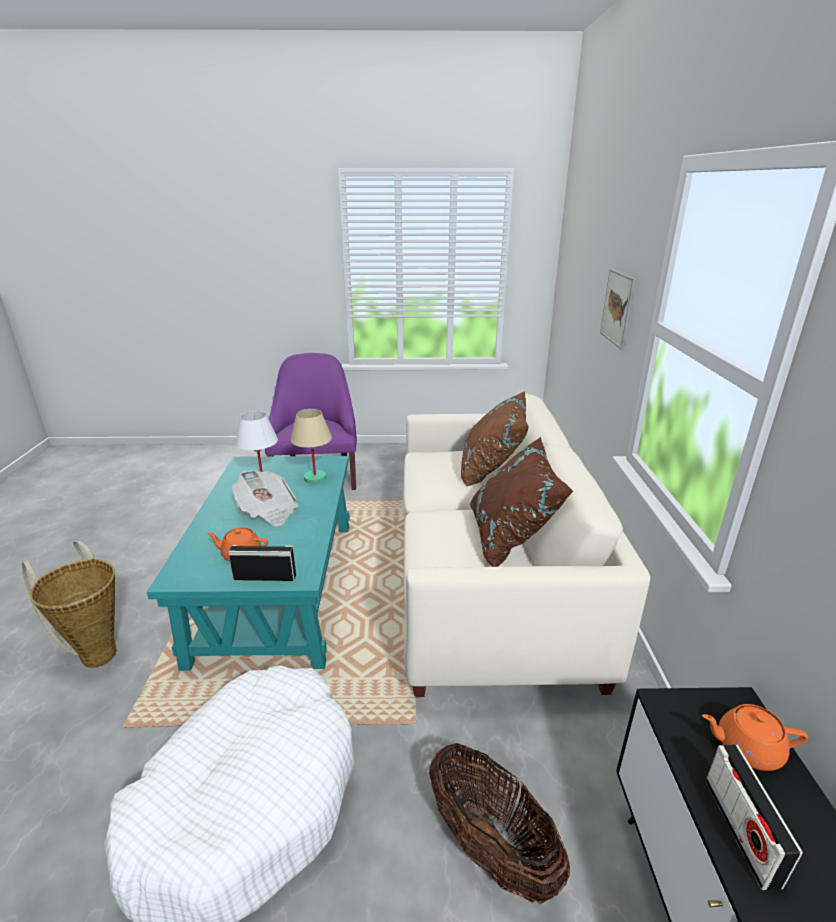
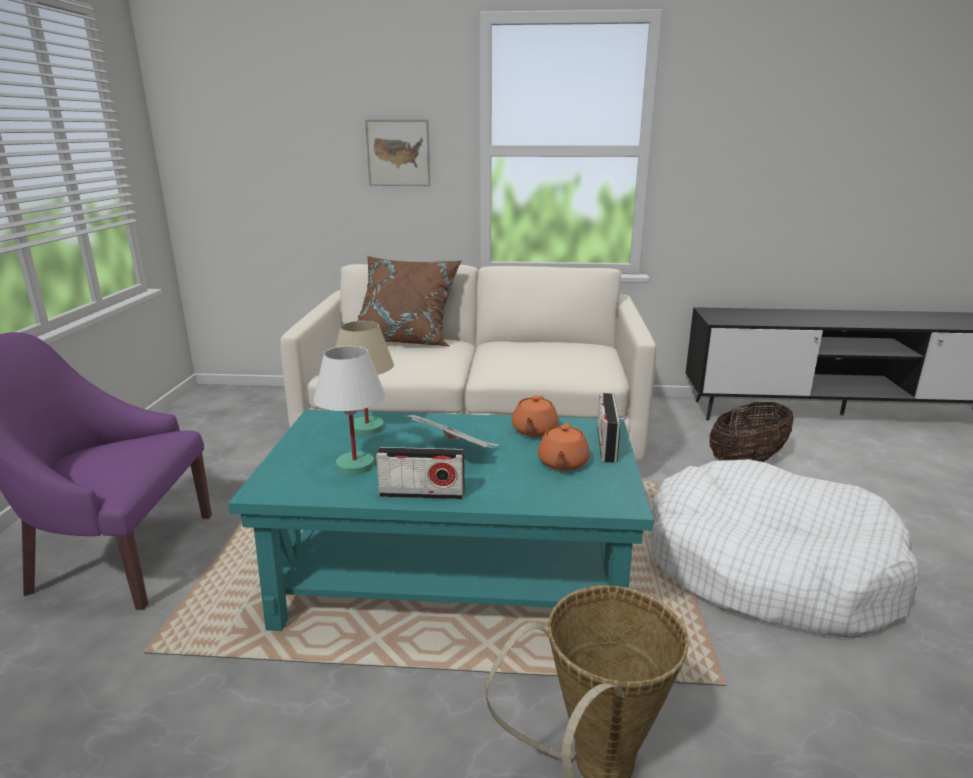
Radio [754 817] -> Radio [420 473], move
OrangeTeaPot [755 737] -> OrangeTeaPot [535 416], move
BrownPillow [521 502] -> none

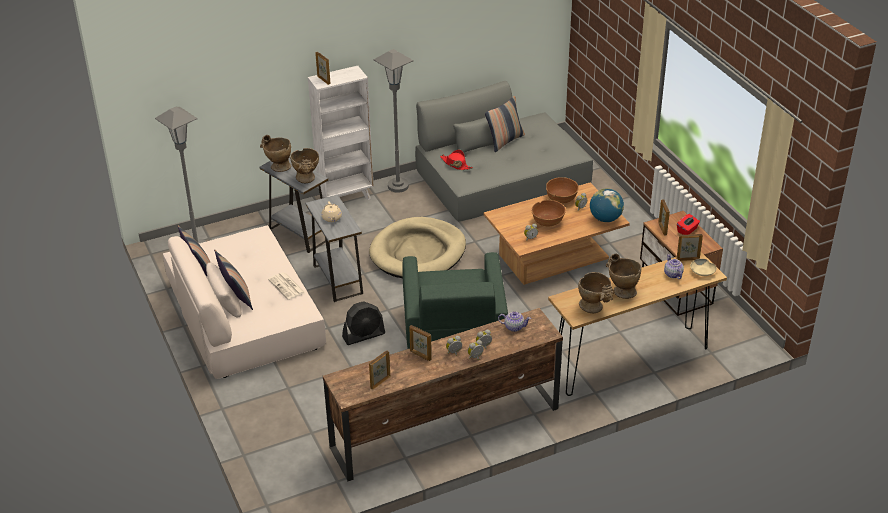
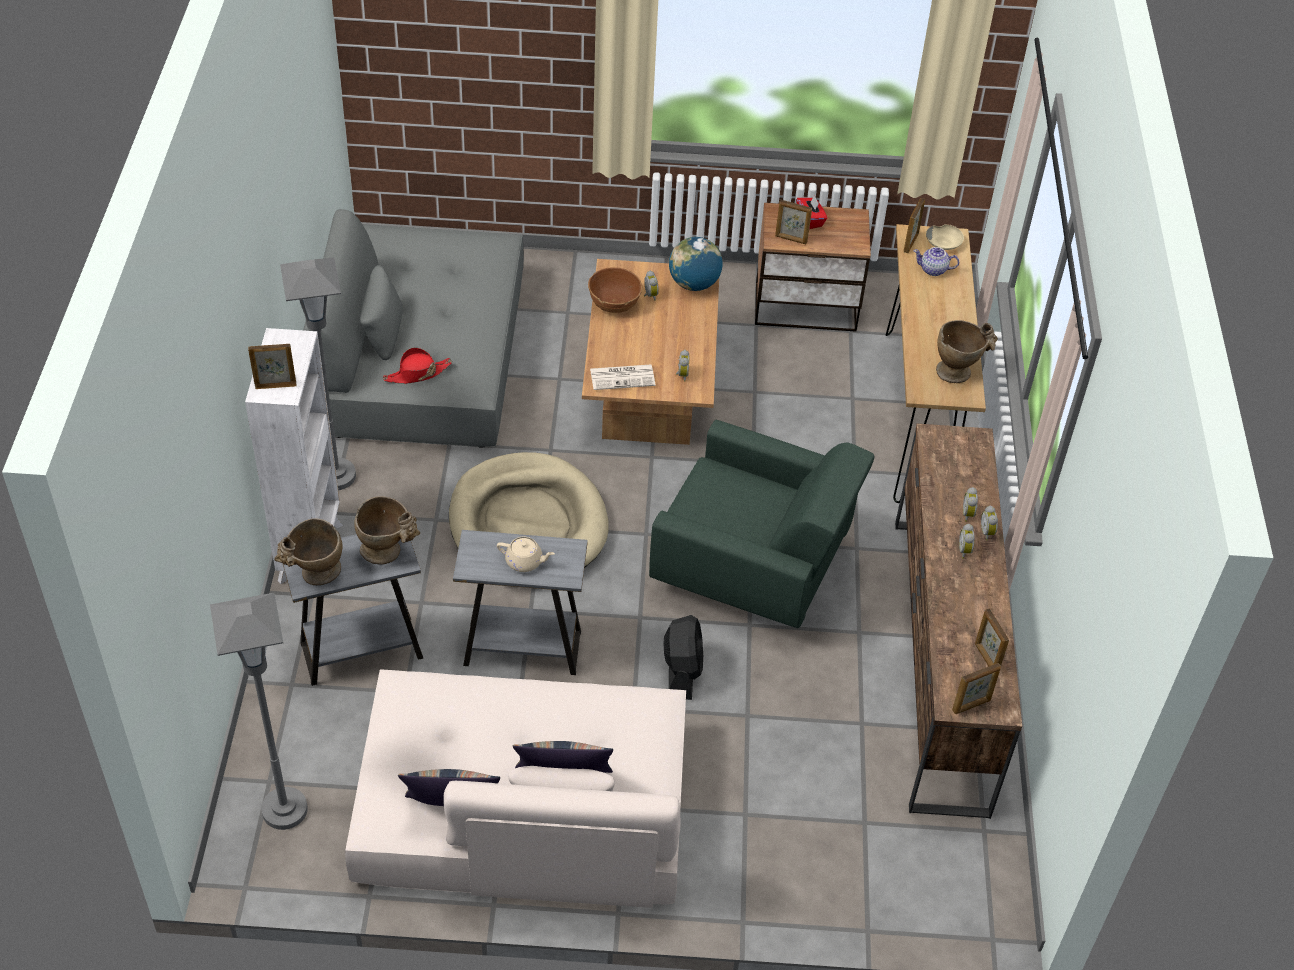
PrintedPaper [286 286] -> PrintedPaper [622 377], move
PhotoFrame [420 343] -> PhotoFrame [976 688], move
Pillow [505 124] -> none
TeaPot [514 321] -> none
BrownServingBowl [549 213] -> none
BeigeFlowerVase [623 276] -> none

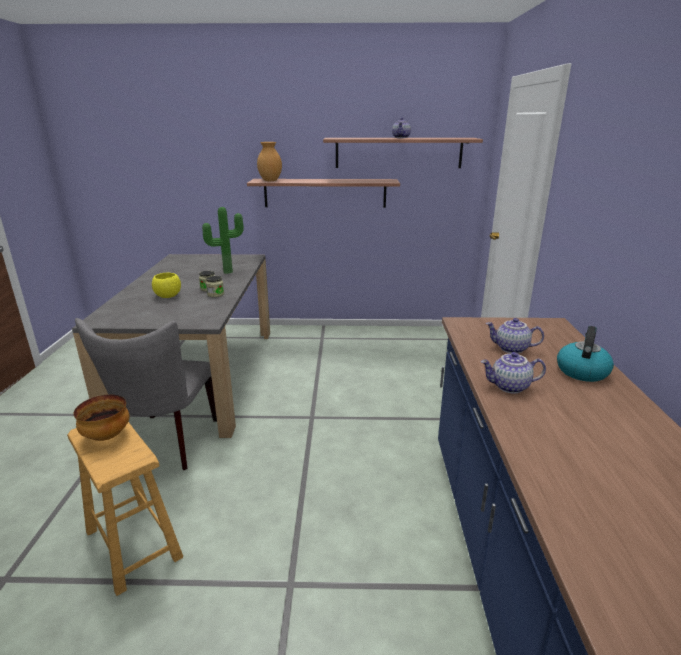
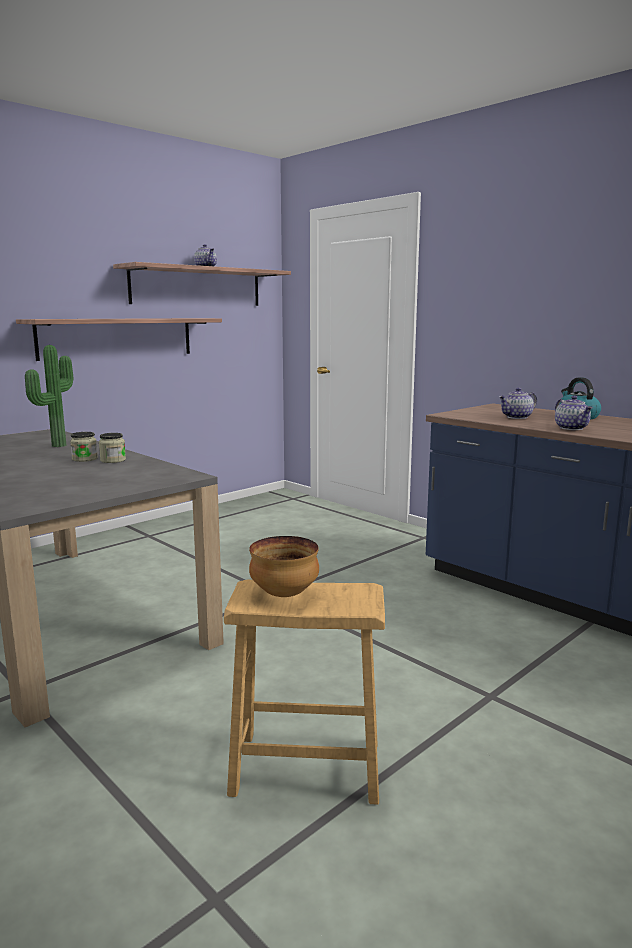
TeaPot [513 373] -> TeaPot [574 413], 60 degrees counterclockwise
GreyishPlainChair [146 394] -> none
YellowishServingBowl [166 285] -> none
BrownFlowerVase [269 161] -> none

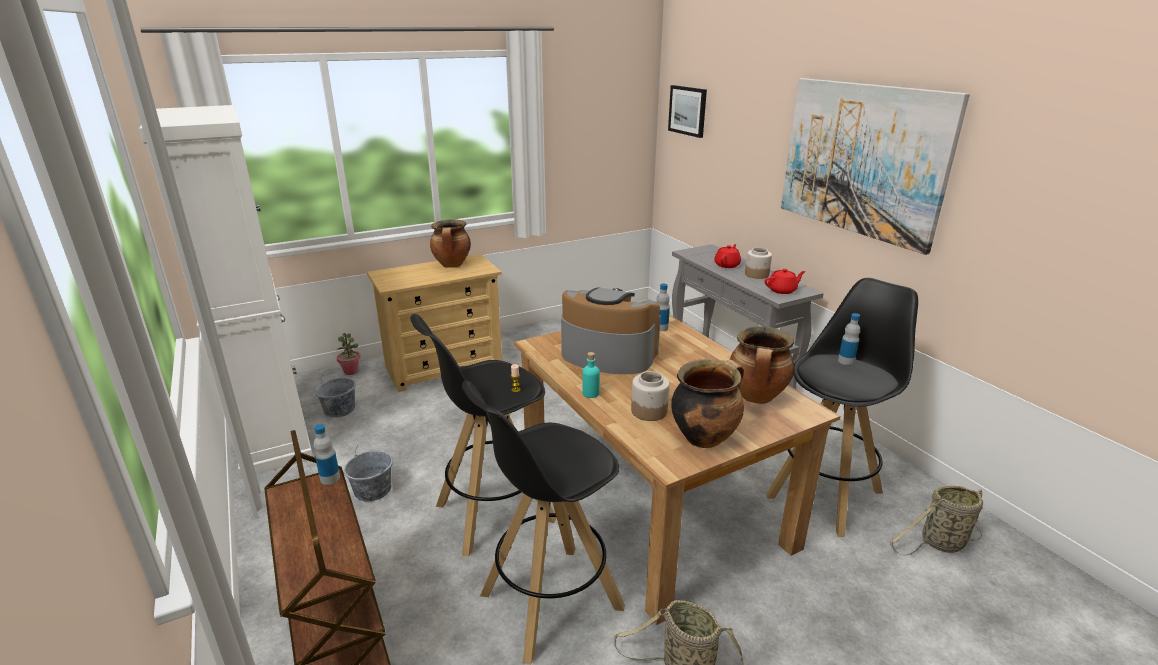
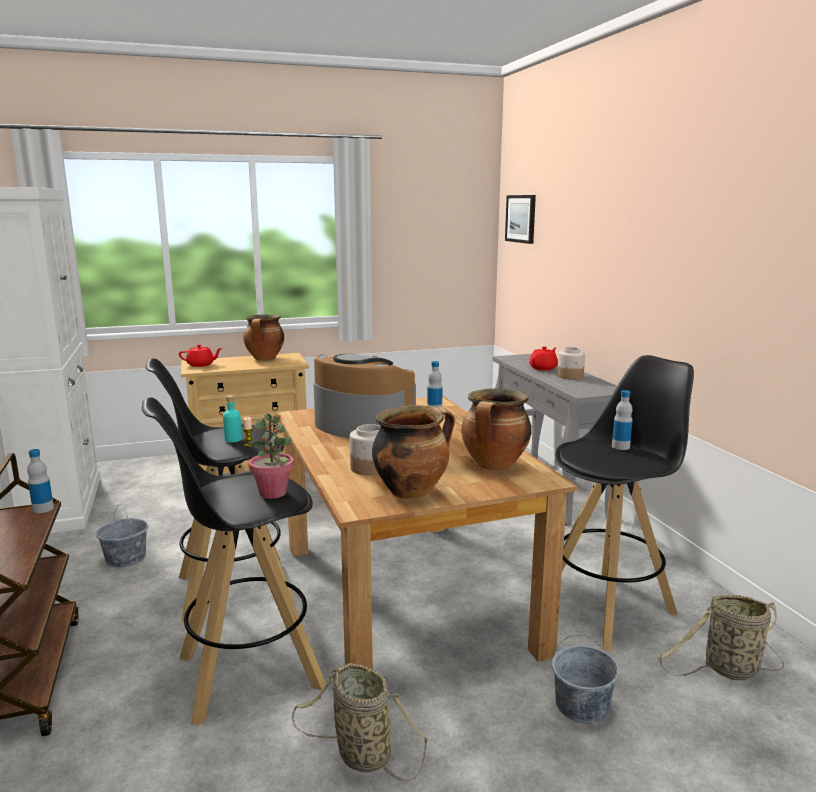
ReddishTeaPot [785 281] -> ReddishTeaPot [201 355], move
TurquoiseColouredBeverageBottle [591 375] -> TurquoiseColouredBeverageBottle [232 418], move
Houseplant [348 354] -> Houseplant [271 456], move
GreyishBucket [335 394] -> GreyishBucket [585 679], move
WallArt [875 166] -> none

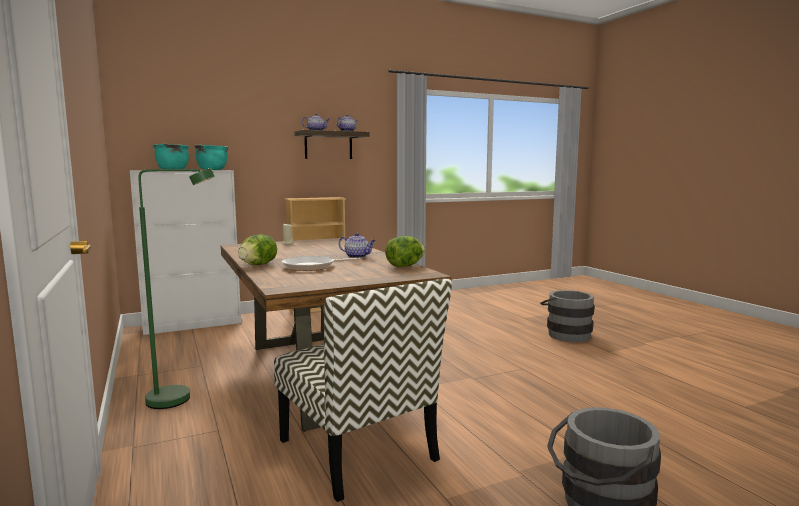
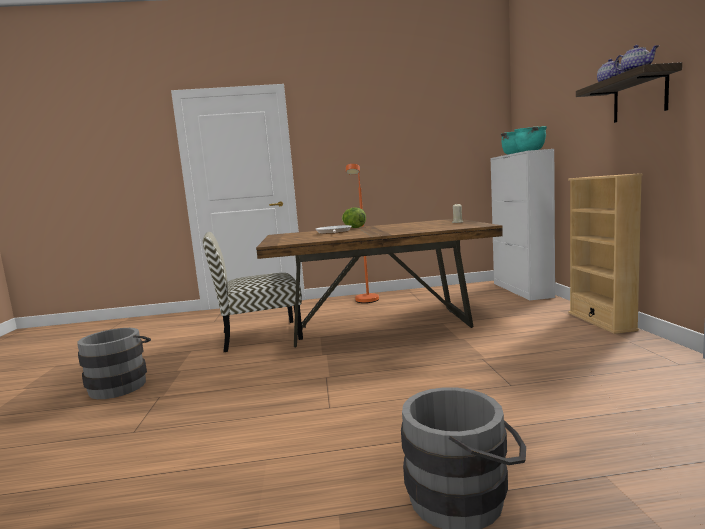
GreenishStandingLamp [177 288] -> OrangeStandingLamp [362 233]
TeaPot [357 245] -> none
HeadOfLettuce [405 251] -> none

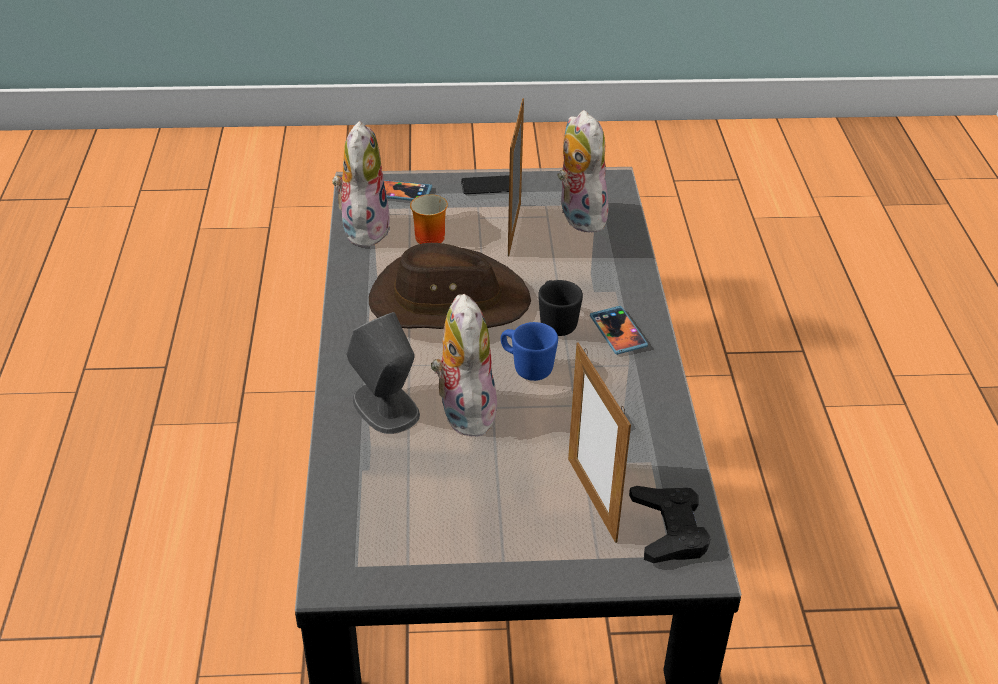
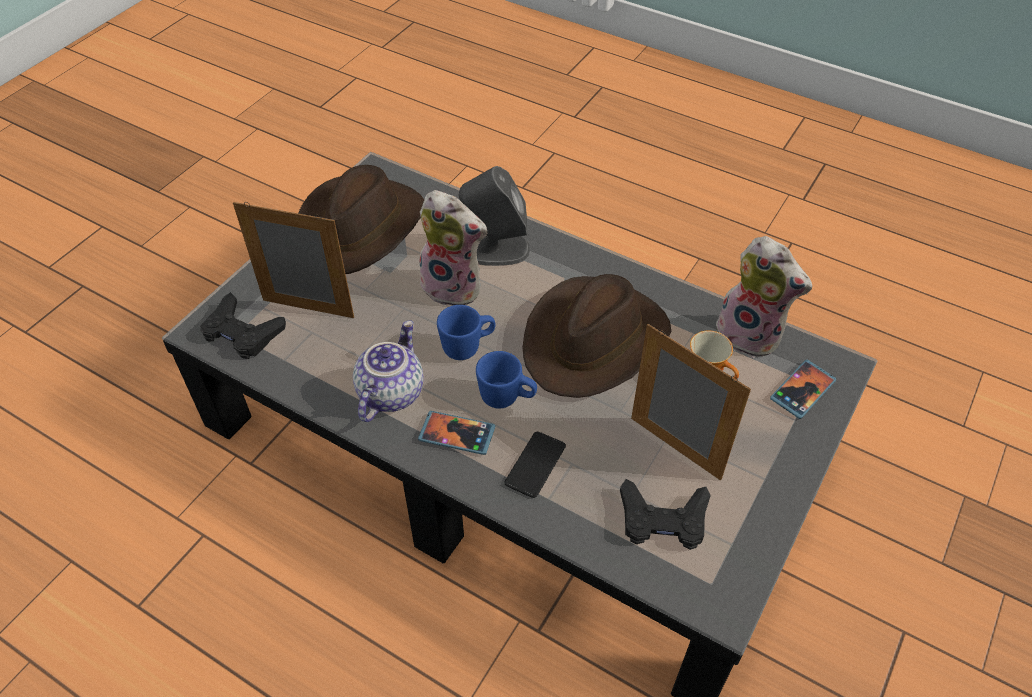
none -> BrownClothingHat [361 219]
none -> TeaPot [388 371]
BlackishCoffeeMug [560 308] -> BlueCoffeeMug [506 380]
Handset [485 184] -> Handset [535 465], move
CuddlyToy [583 171] -> BlackishGamepad [665 514]

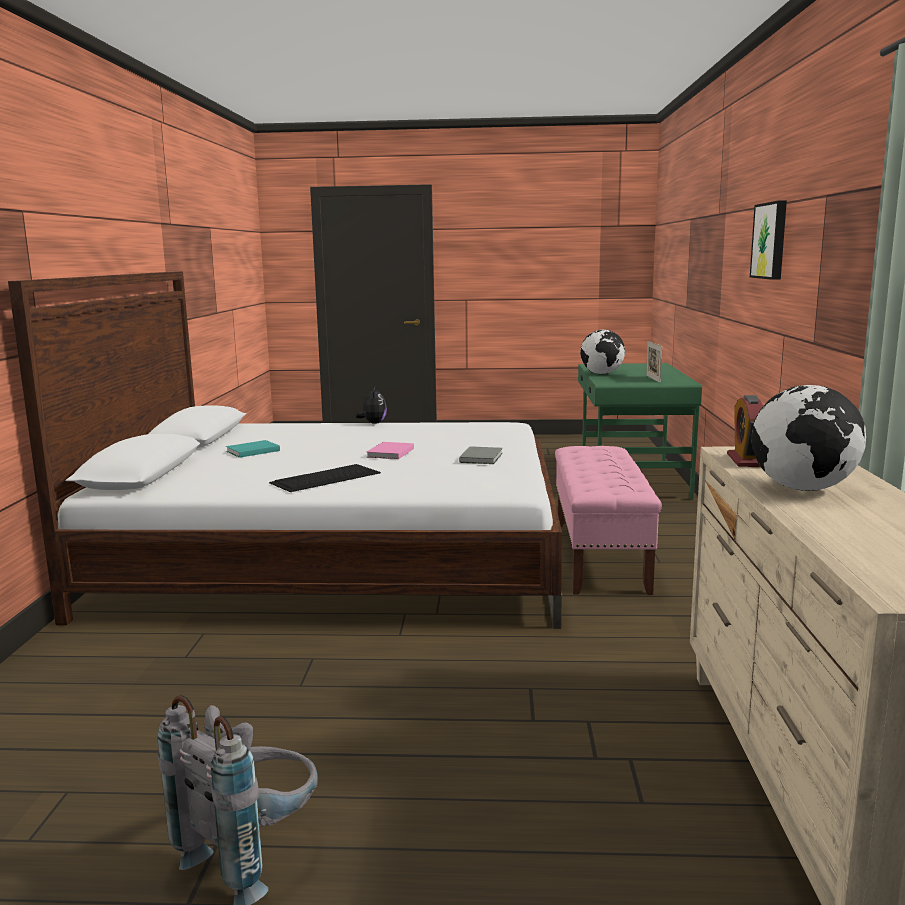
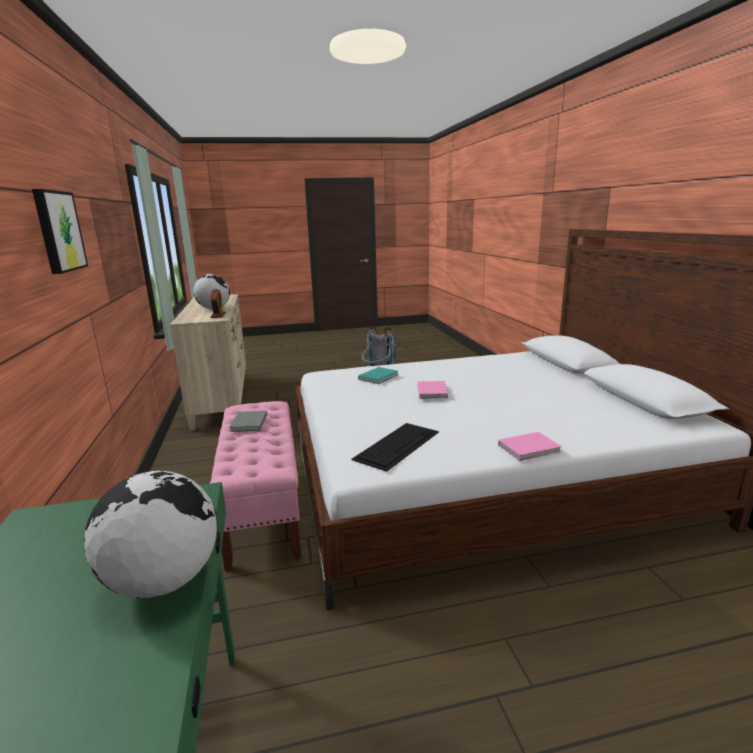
GreyishBook [481 455] -> GreyishBook [248 421], move
Keyboard [325 478] -> Keyboard [395 447], move
TurquoiseColouredBook [253 449] -> TurquoiseColouredBook [378 375], move
CuddlyToy [371 405] -> PinkishBook [530 446]
PhotoFrame [654 362] -> none

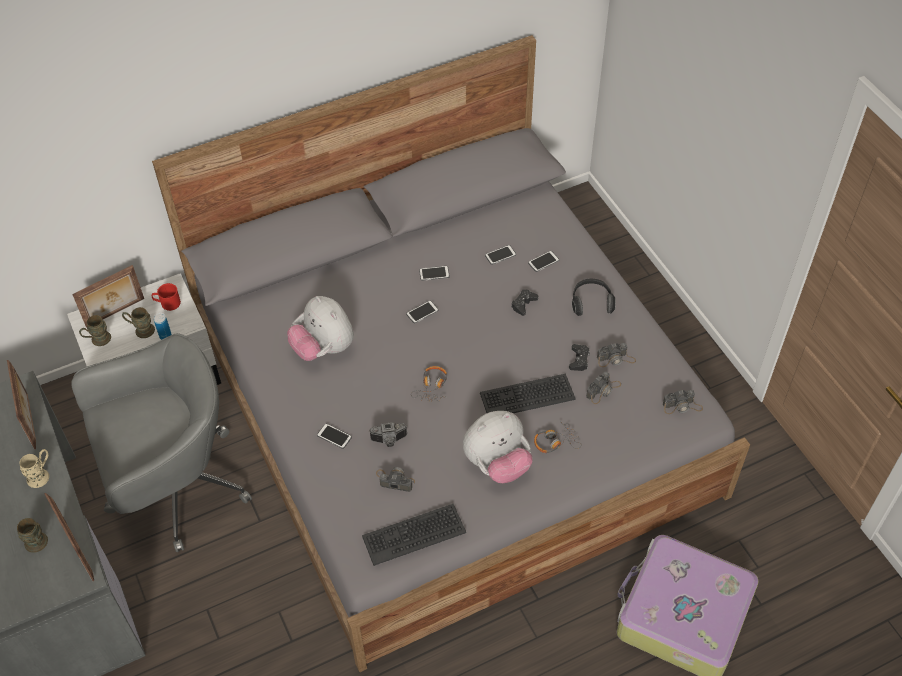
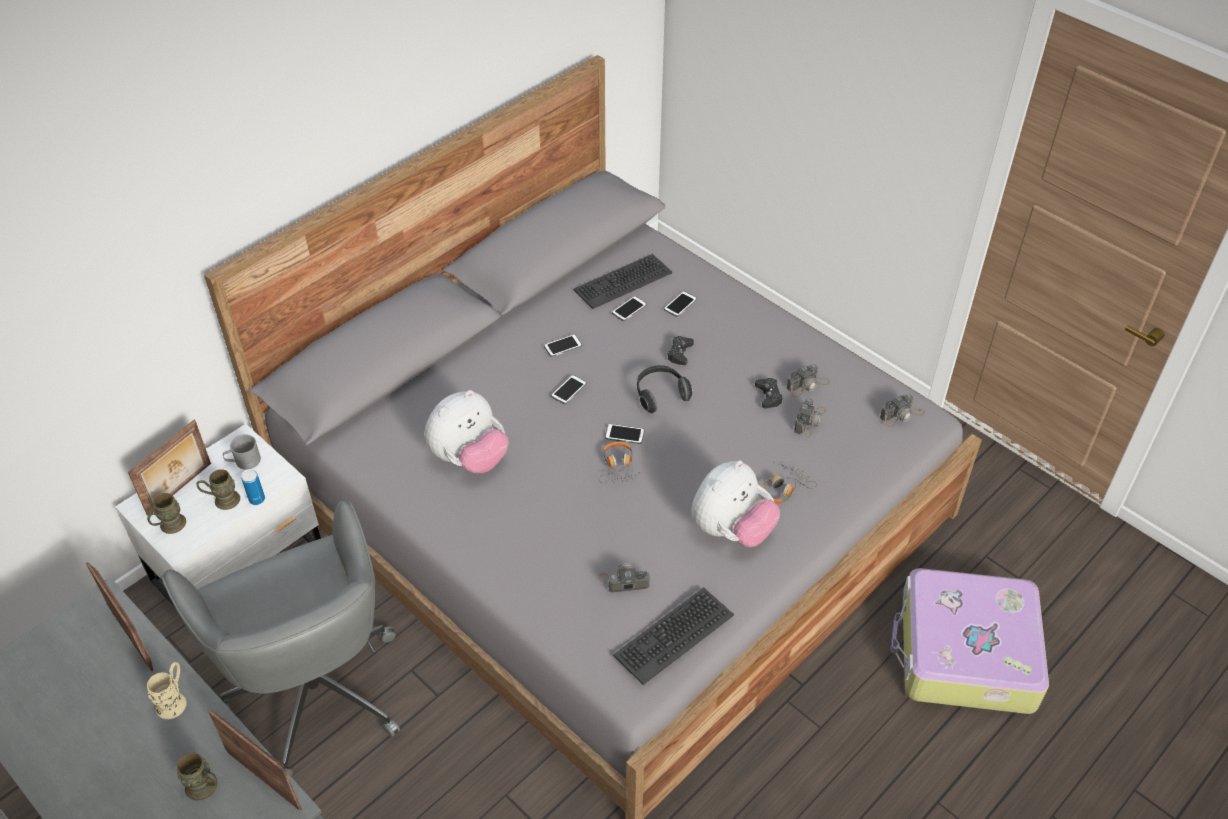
GreyishDeskChair [162 442] -> GreyishDeskChair [280 639], 105 degrees clockwise
ReddishCoffeeMug [166 297] -> GreyishCoffeeMug [242 452]
CuddlyToy [320 328] -> CuddlyToy [467 431], 75 degrees counterclockwise
Keyboard [528 393] -> Keyboard [623 281], move
Handset [334 436] -> Handset [625 434], move
Headphones [594 297] -> Headphones [665 389], move
PhotoCamera [388 434] -> none

